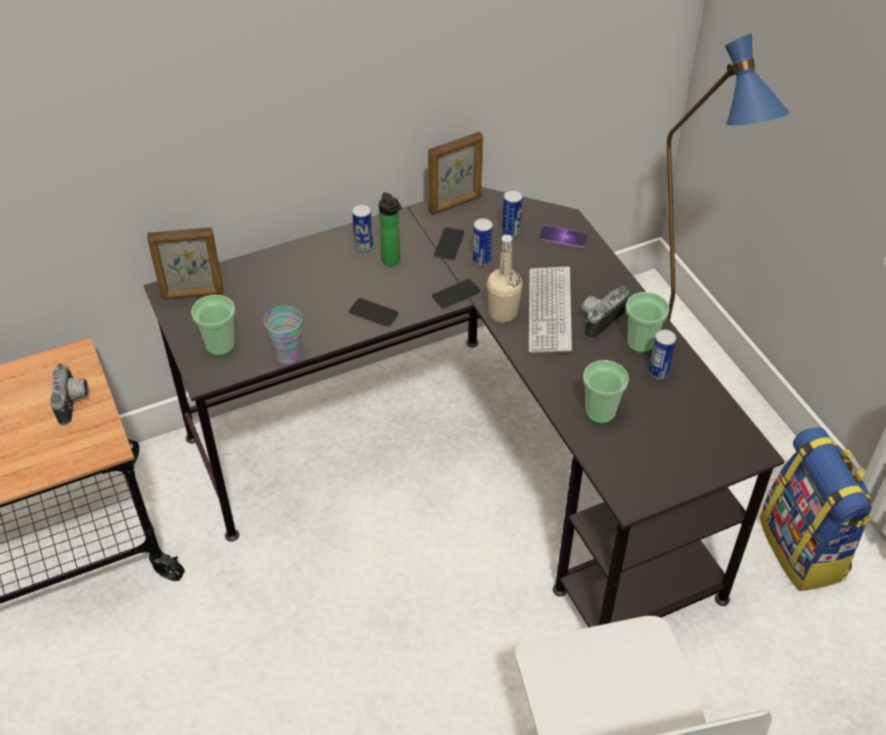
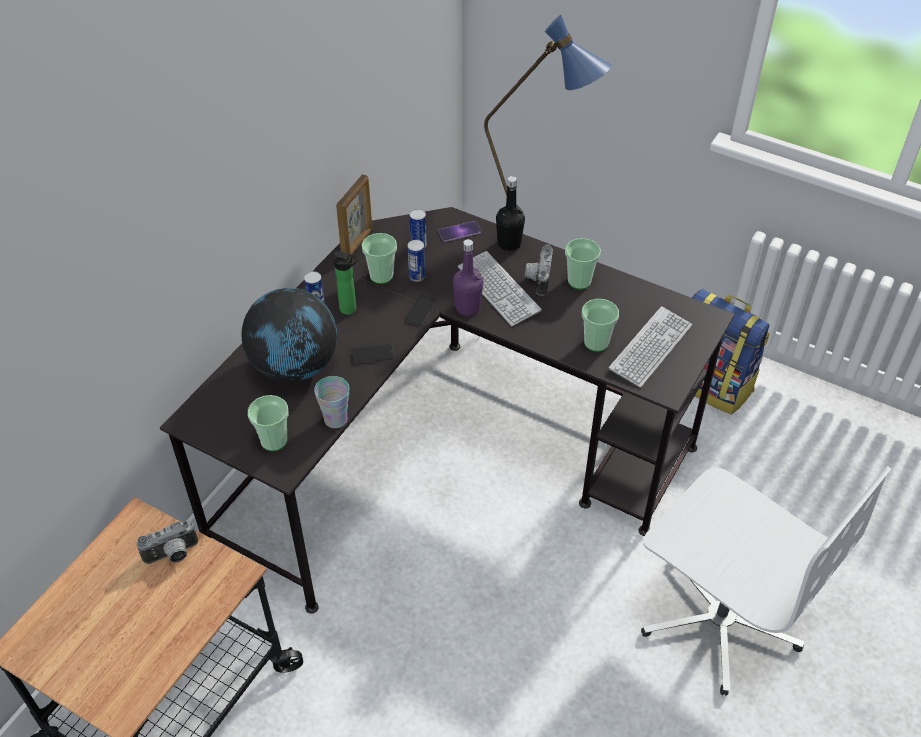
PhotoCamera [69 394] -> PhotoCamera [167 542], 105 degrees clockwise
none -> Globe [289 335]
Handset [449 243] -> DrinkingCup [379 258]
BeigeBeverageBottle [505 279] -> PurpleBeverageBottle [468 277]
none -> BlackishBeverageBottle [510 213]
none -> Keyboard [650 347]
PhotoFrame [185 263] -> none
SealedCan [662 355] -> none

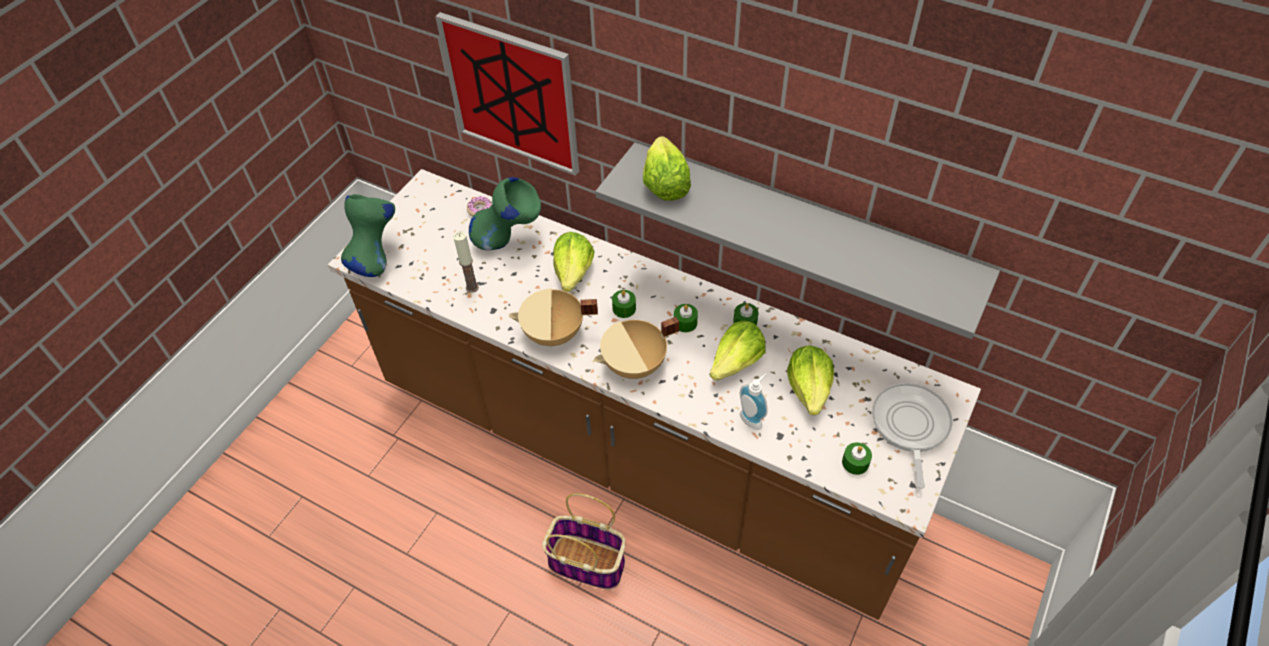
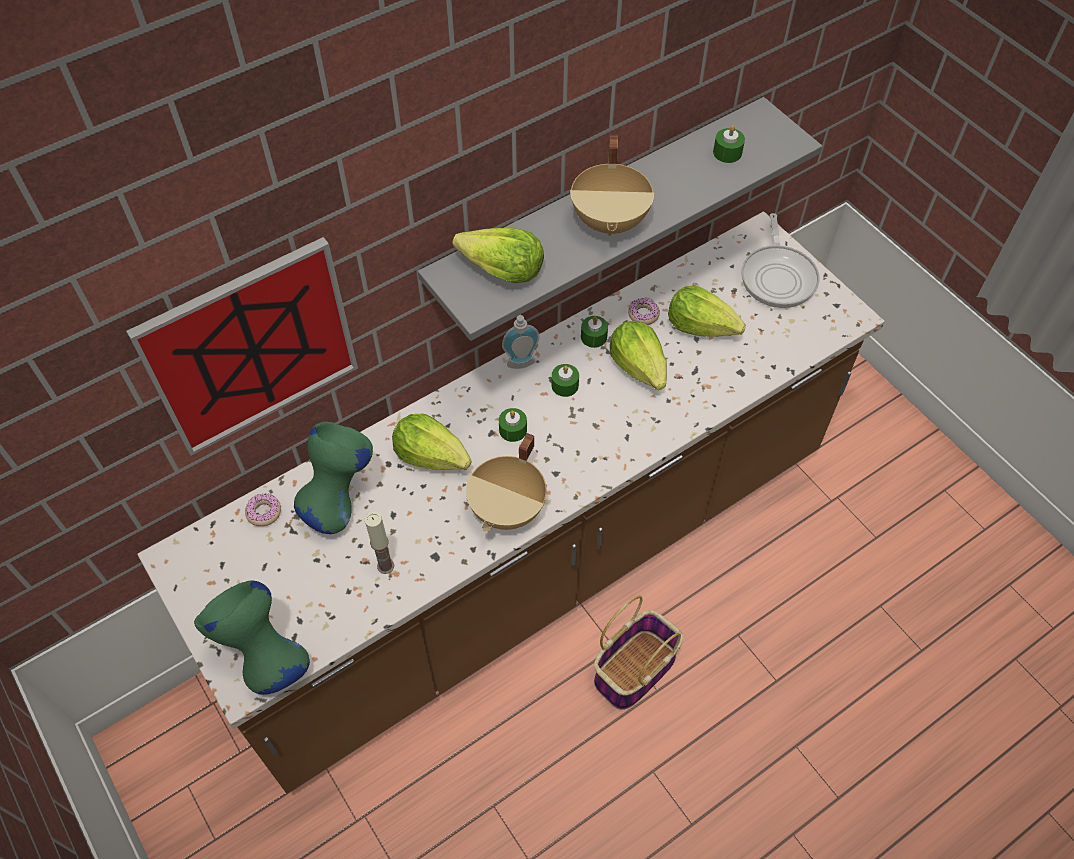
SoapBottle [754 402] -> SoapBottle [521 341], move
BeigeStockpot [636 348] -> BeigeStockpot [612 185], move
none -> Doughnut [644 311]
GreenishCandle [857 458] -> GreenishCandle [729 144], move
Pan [912 436] -> Pan [780 260], 120 degrees counterclockwise

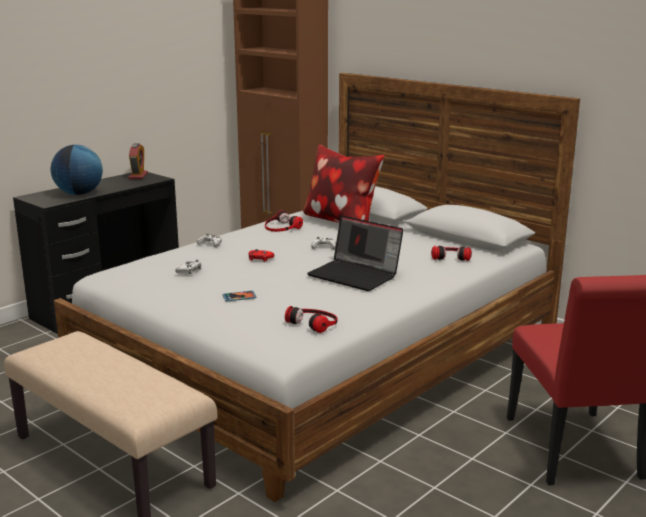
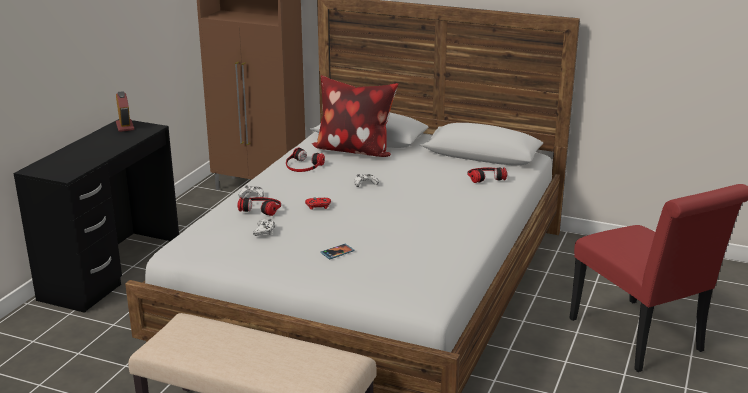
Headphones [311 319] -> Headphones [259 206], move
Globe [77 170] -> none
Laptop [355 253] -> none

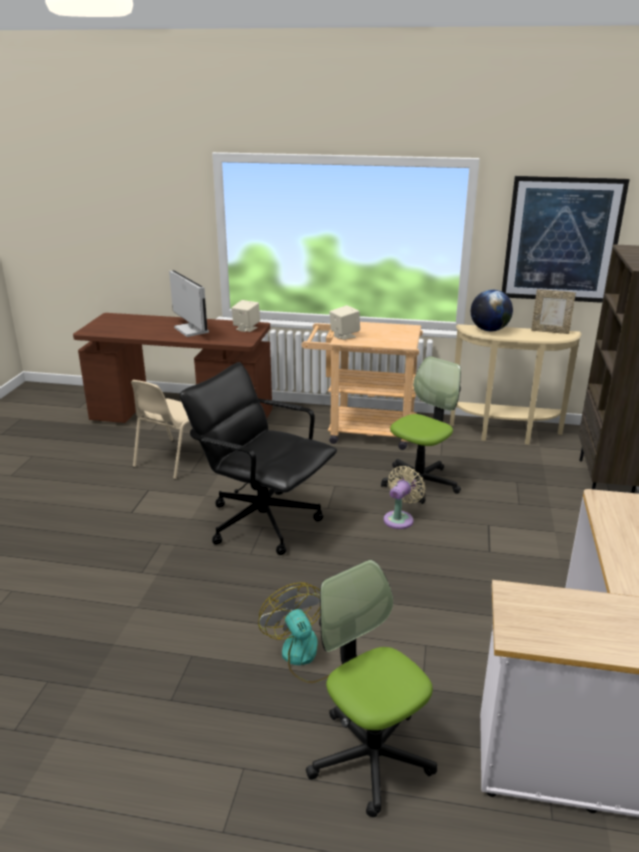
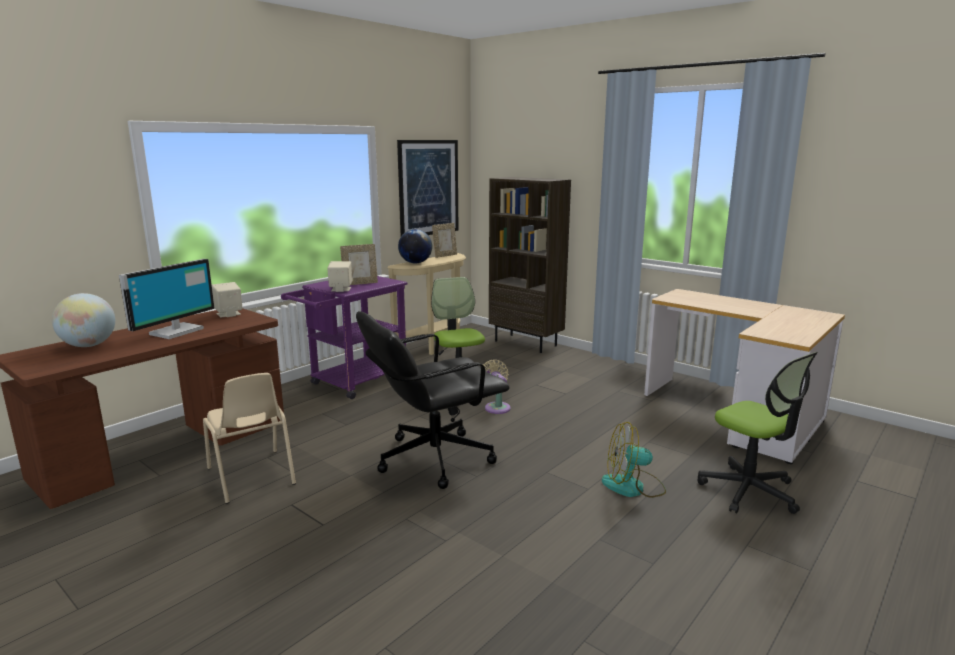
none -> Globe [83 320]
ComputerDisplay [189 303] -> ComputerDisplay [167 299], 120 degrees clockwise
BeigeWheeledCart [362 386] -> PurpleWheeledCart [344 337]
none -> PhotoFrame [359 264]
DeskChair [371 688] -> DeskChair [758 433], 120 degrees counterclockwise

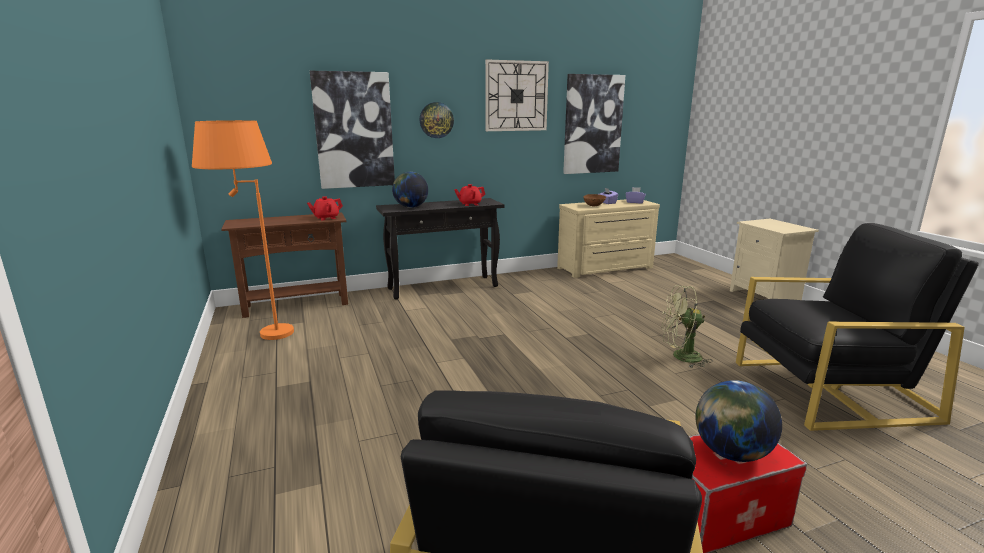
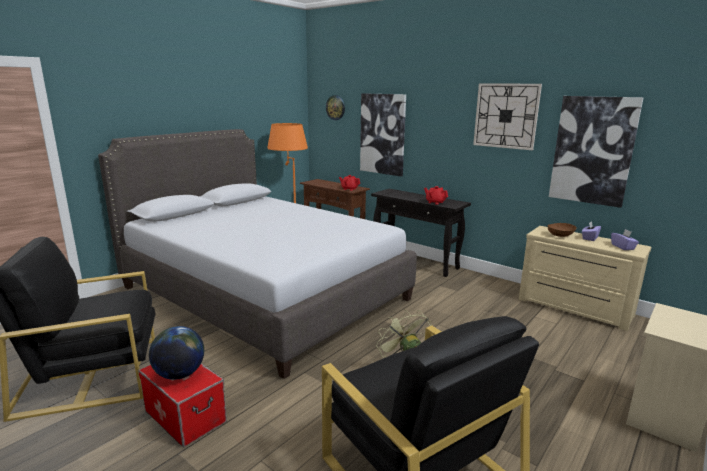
none -> GreyishSleepingBed [257 254]
ClockOnTheWall [436 120] -> ClockOnTheWall [335 107], move
Globe [410 190] -> none

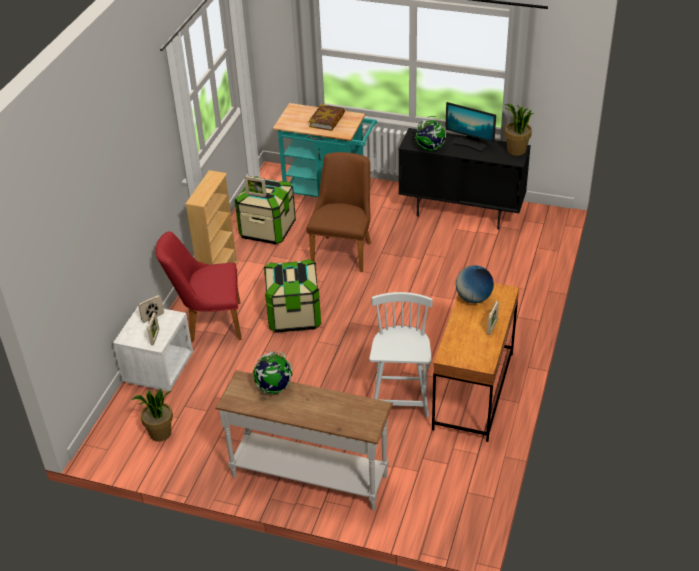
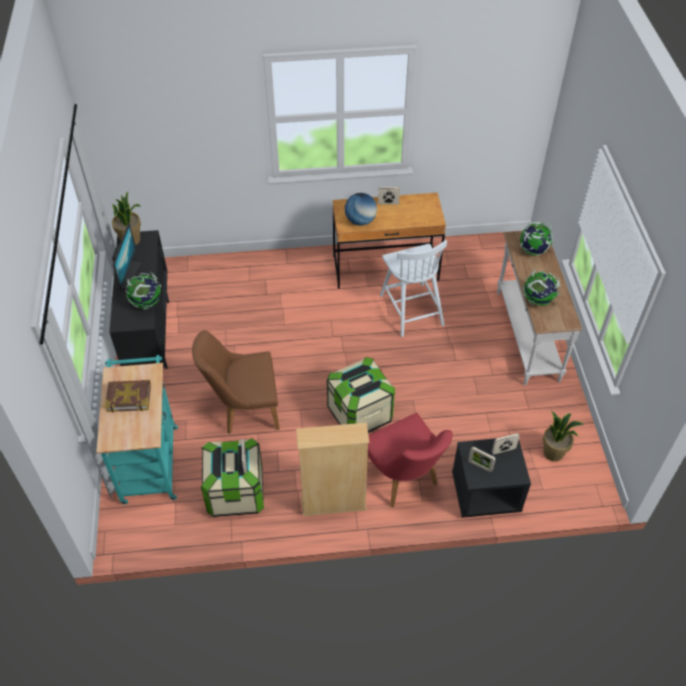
WhitePlainChair [401 354] -> WhitePlainChair [413 288], 90 degrees counterclockwise
WhiteNightstand [153 349] -> BlackishNightstand [491 478]
none -> Globe [536 238]

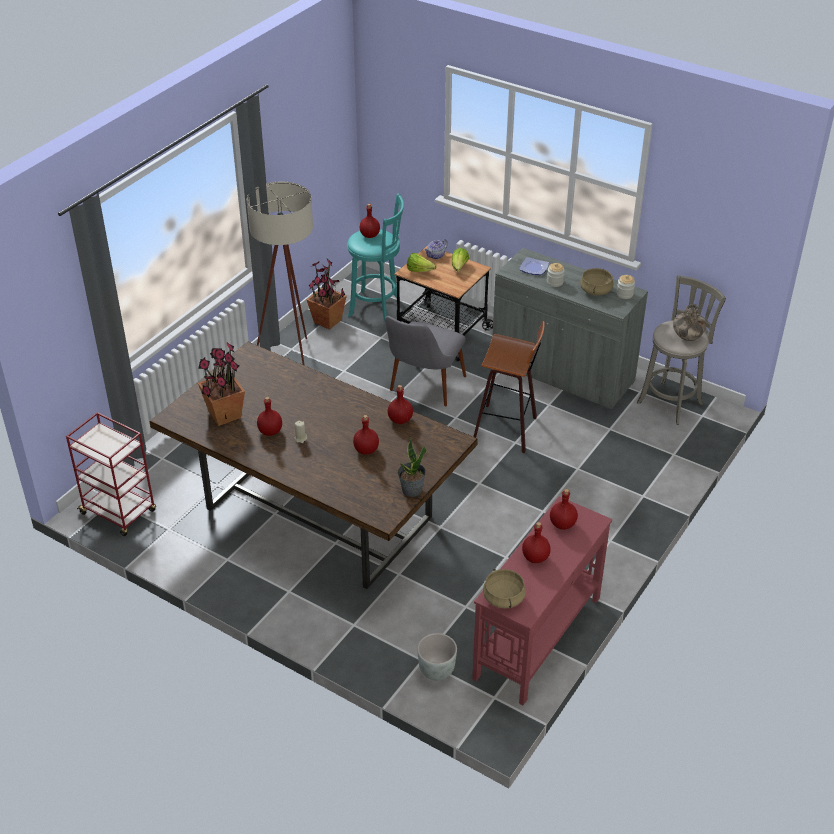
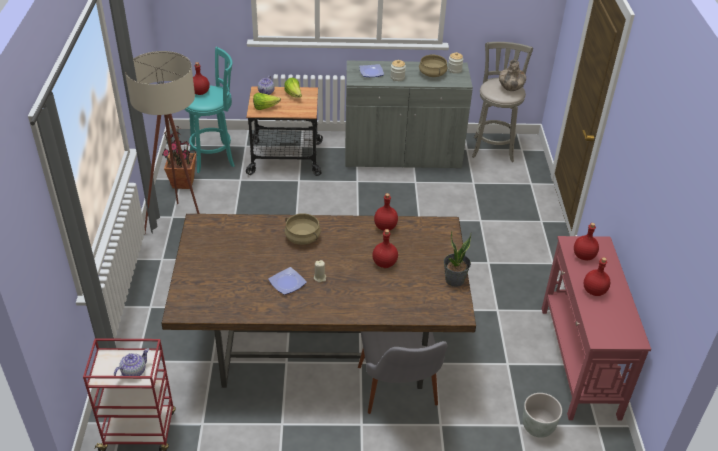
none -> TeaPot [131 362]
ReddishBeverageBottle [269 416] -> Plate [287 281]
BeigeStockpot [504 589] -> BeigeStockpot [303 229], move
GreyishPlainChair [425 361] -> GreyishPlainChair [402 372], move
Houseplant [221 384] -> none
StoolSeat [509 387] -> none

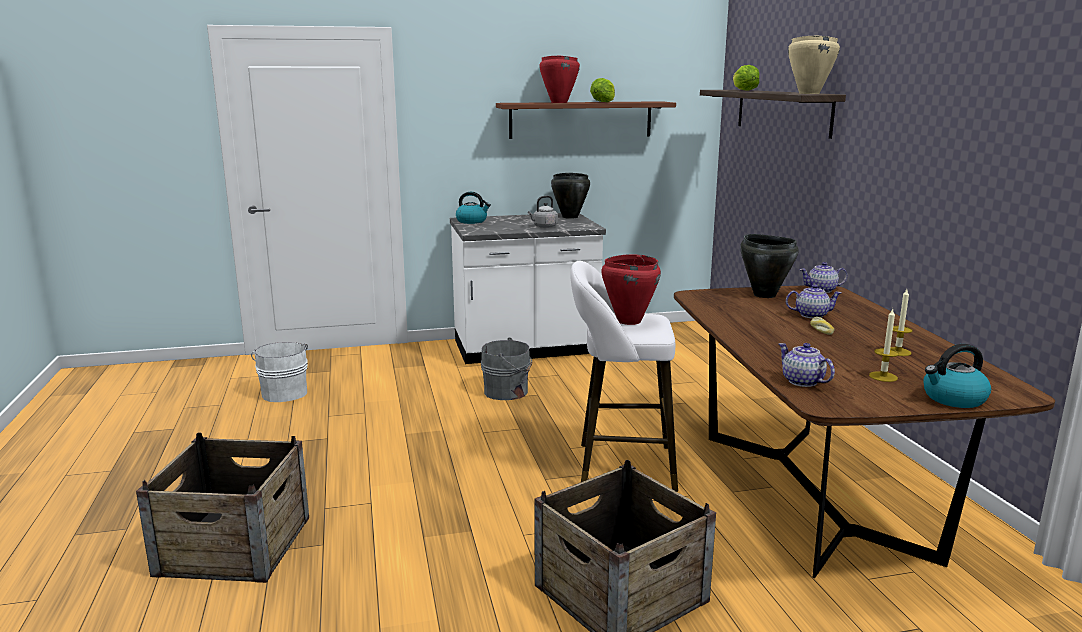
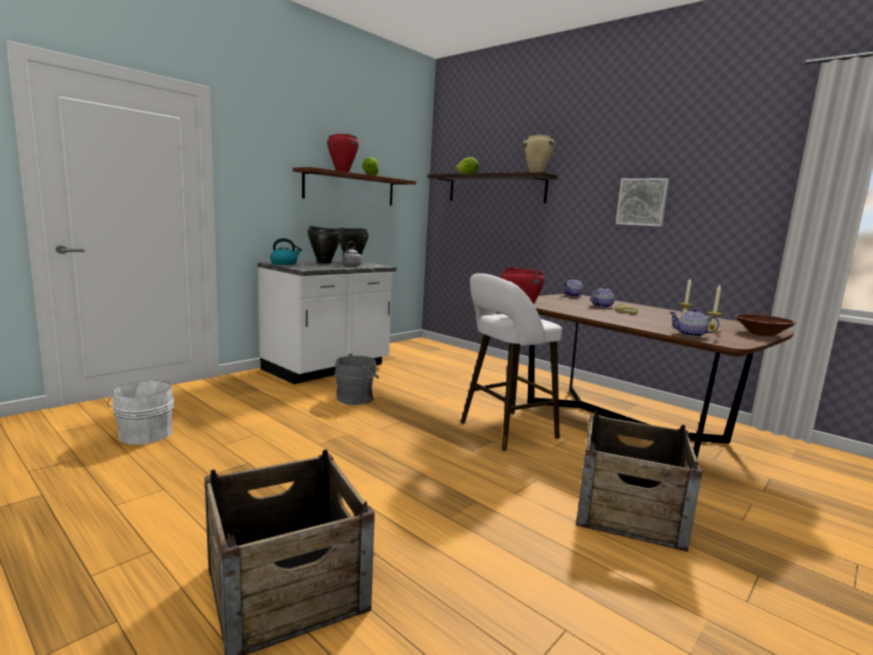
BlackishStockpot [769 266] -> BlackishStockpot [324 244], move
none -> WallArt [642 202]
Kettle [957 376] -> BrownServingBowl [766 325]

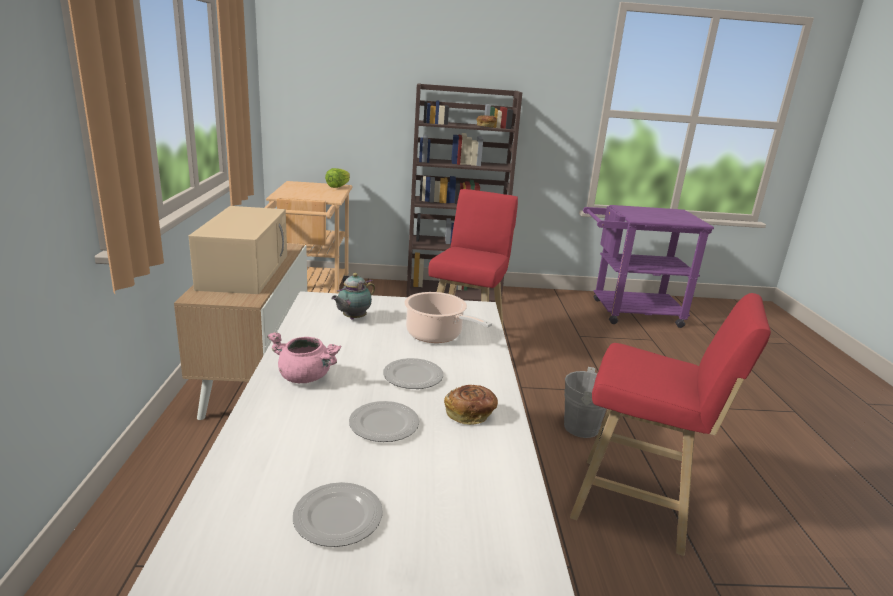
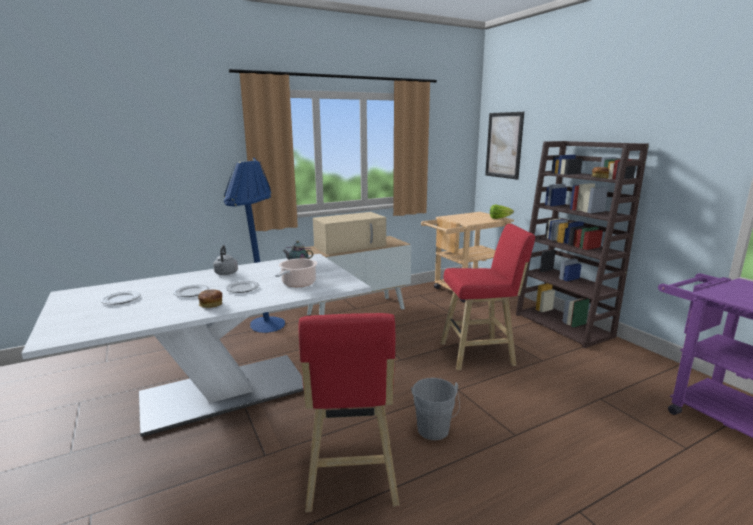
PinkishStockpot [304 357] -> GreyishKettle [225 260]
none -> BlueStandingLamp [254 245]
none -> WallArt [504 146]

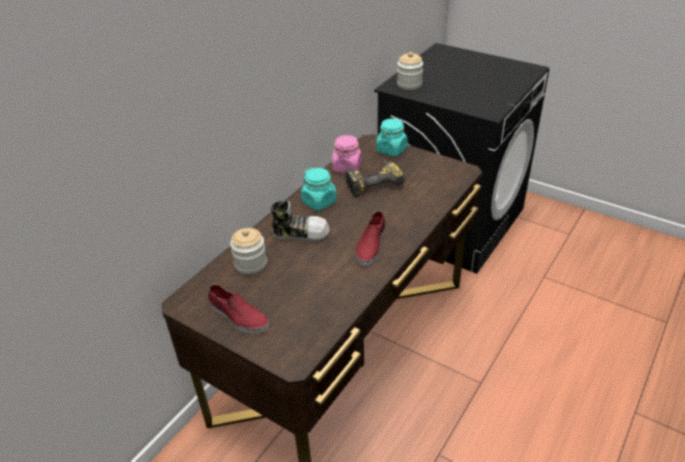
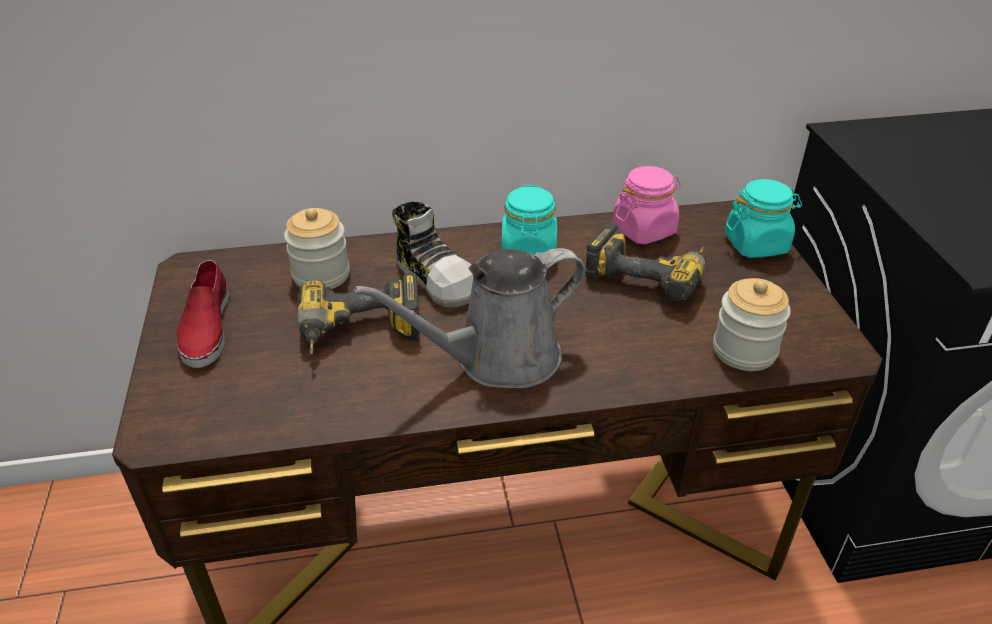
none -> Drill [358 313]
ReddishShoe [370 238] -> GreyishSprinklingCan [470 318]
PreserveJar [410 71] -> PreserveJar [752 324], move

